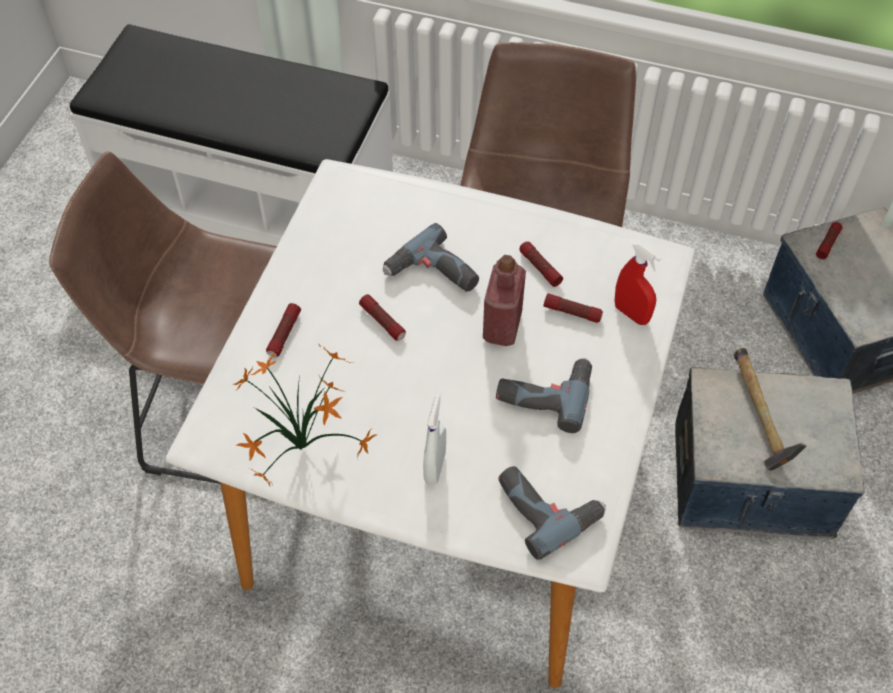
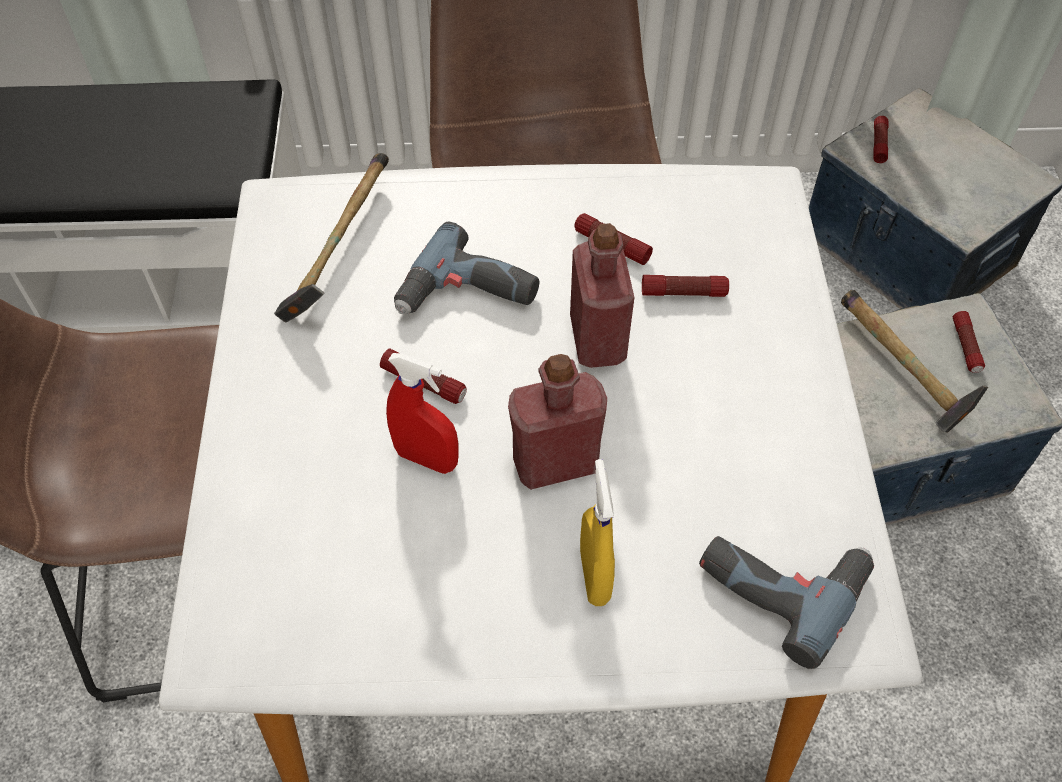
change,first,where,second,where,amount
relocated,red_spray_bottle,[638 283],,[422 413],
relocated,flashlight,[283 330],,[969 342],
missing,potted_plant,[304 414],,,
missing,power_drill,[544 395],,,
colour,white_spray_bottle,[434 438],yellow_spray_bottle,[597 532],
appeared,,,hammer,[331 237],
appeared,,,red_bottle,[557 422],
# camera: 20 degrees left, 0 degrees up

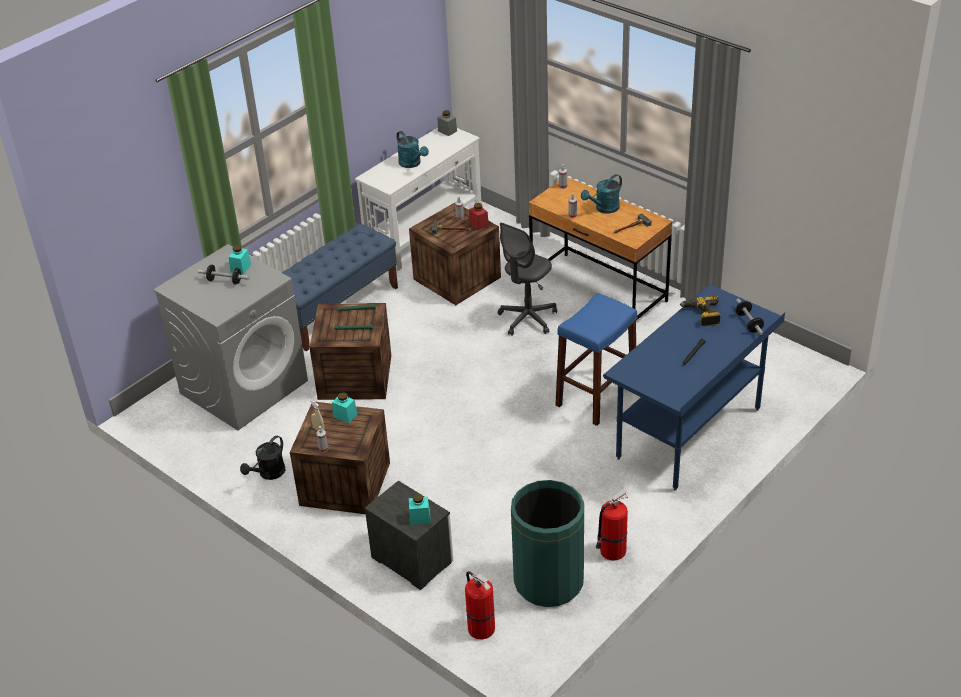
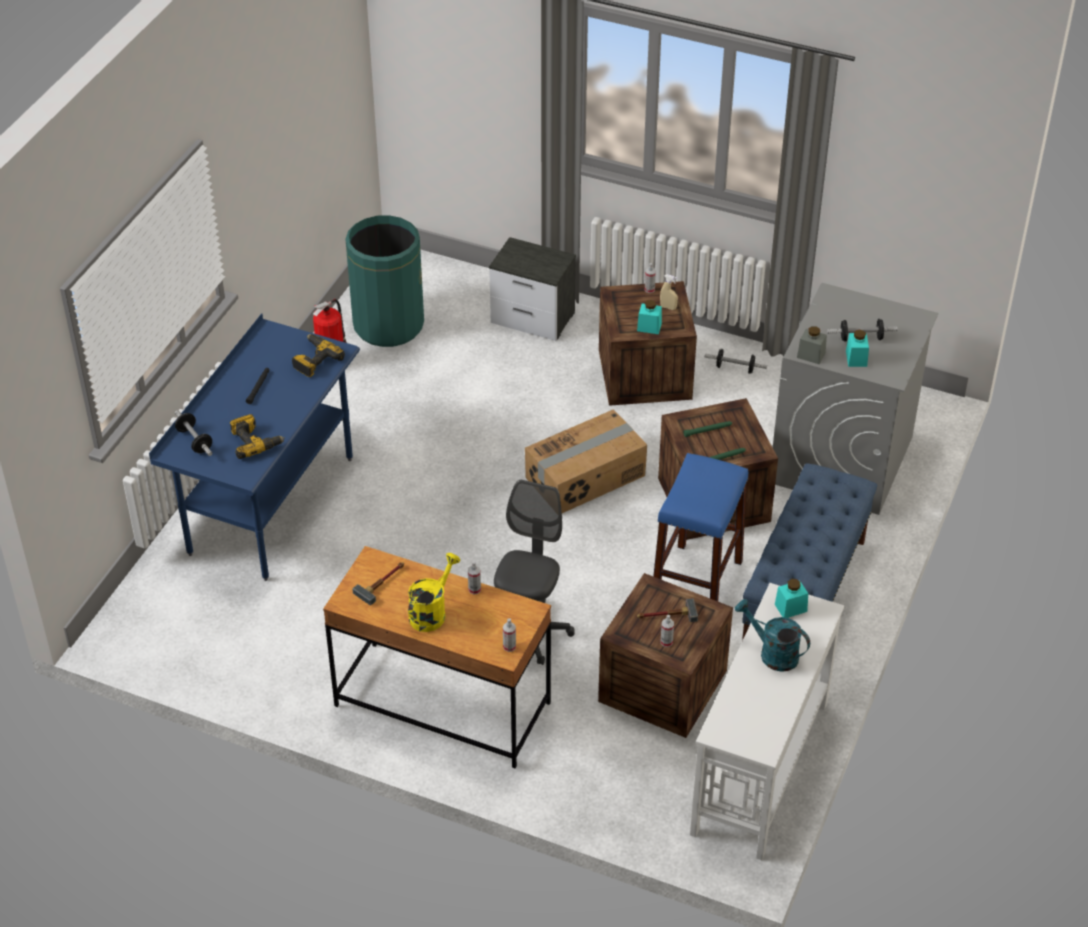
change,first,where,second,where,amount
relocated,grey_jar,[447 123],,[812 345],
colour,turquoise_watering_can,[601 193],yellow_watering_can,[434 592],
missing,red_jar,[479 216],,,
relocated,blue_stool,[596 359],,[700 527],
exchanged,black_watering_can,[262 458],dumbbell,[736 361],
relocated,turquoise_jar,[420 509],,[791 598],
missing,fire_extinguisher,[480 605],,,
appeared,,,power_drill,[318 355],
appeared,,,cardboard_box,[586 461],
# camera: 160 degrees right, 5 degrees up

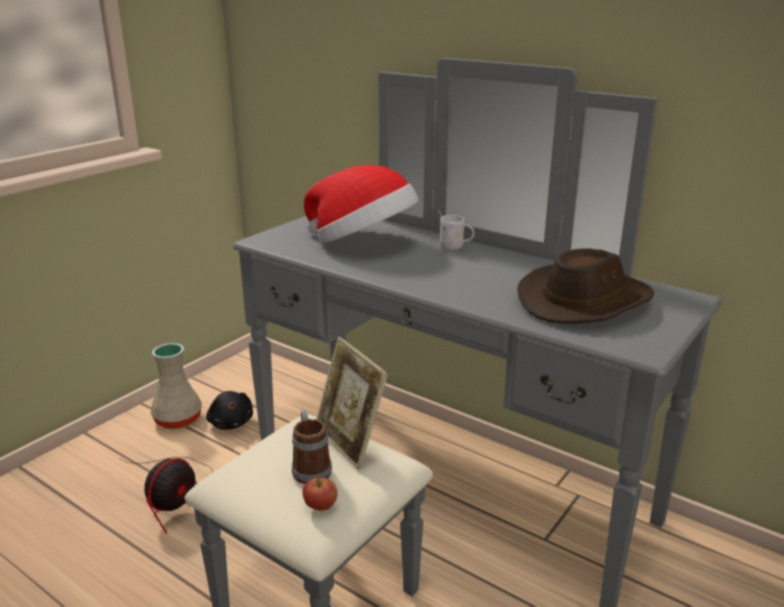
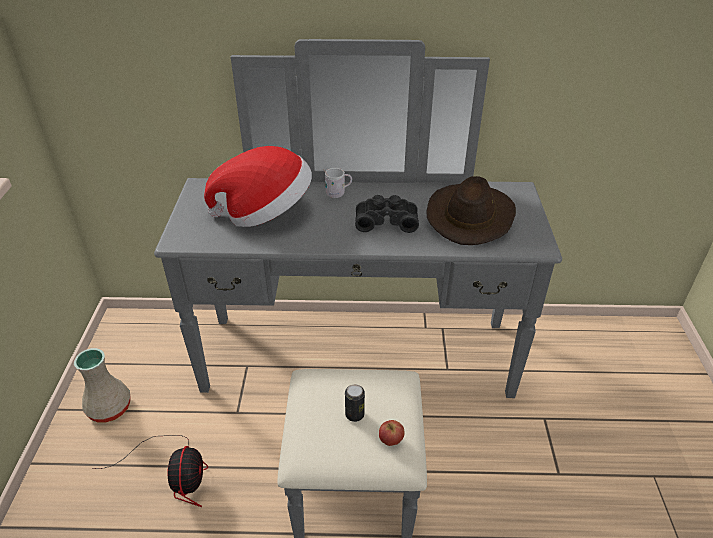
change,first,where,second,where,amount
missing,picture_frame,[352 403],,,
missing,black_plush_toy,[229 410],,,
exchanged,mug,[312 447],can,[355 403],
appeared,,,black_binoculars,[387 214],
# camera: 35 degrees left, 15 degrees up

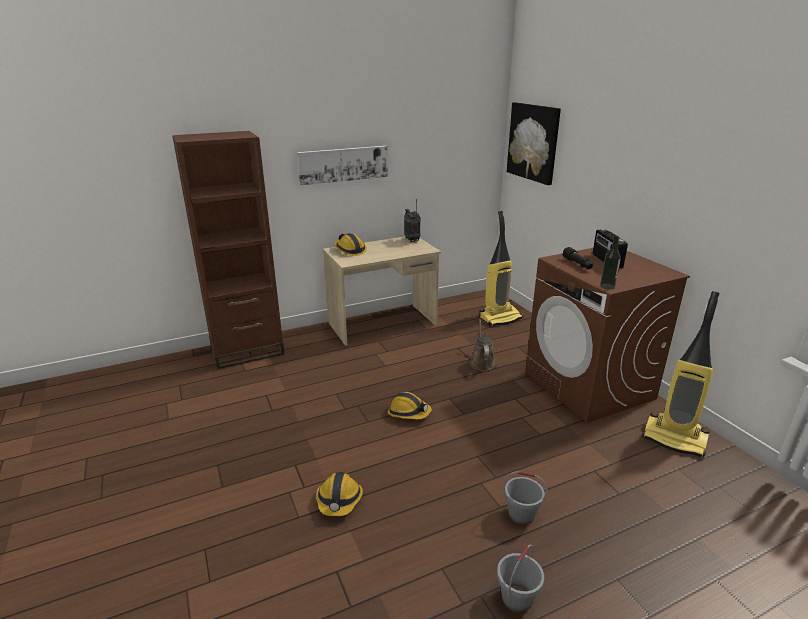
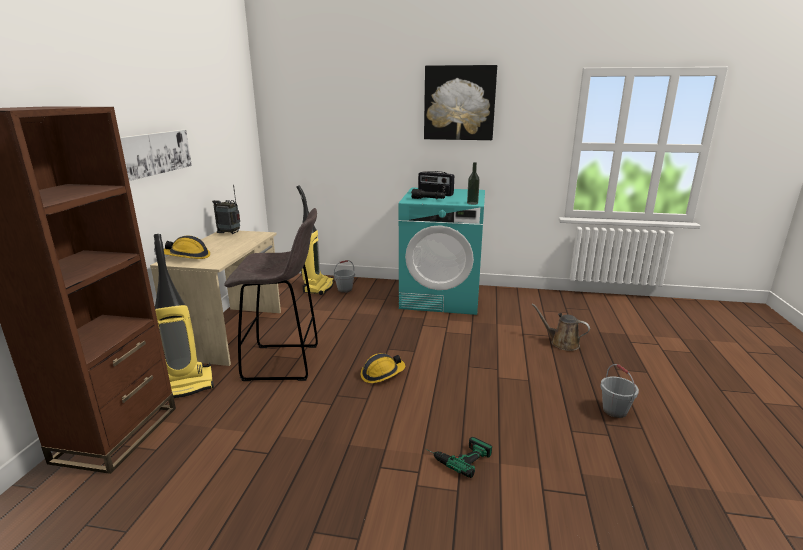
change,first,where,second,where,amount
relocated,picture,[534 143],,[460 102],
colour,brown_washing_machine,[607 335],turquoise_washing_machine,[442 251],
relocated,vacuum_cleaner,[680 374],,[184 316],
relocated,brown_watering_can,[482 344],,[560 327],
relocated,grey_bucket,[525 498],,[344 276],
exchanged,hard_hat,[339 494],power_drill,[459 457],
appeared,,,grey_stool,[271 294],
# camera: 55 degrees left, 5 degrees down

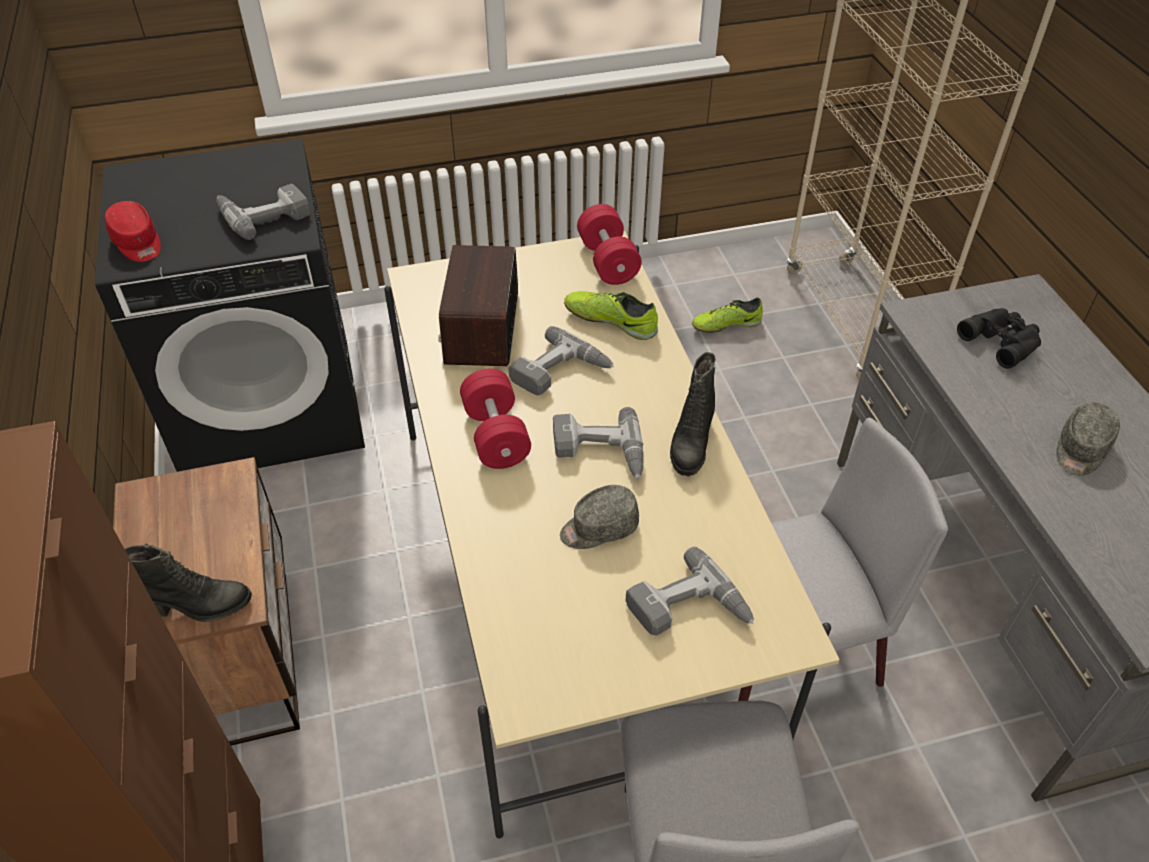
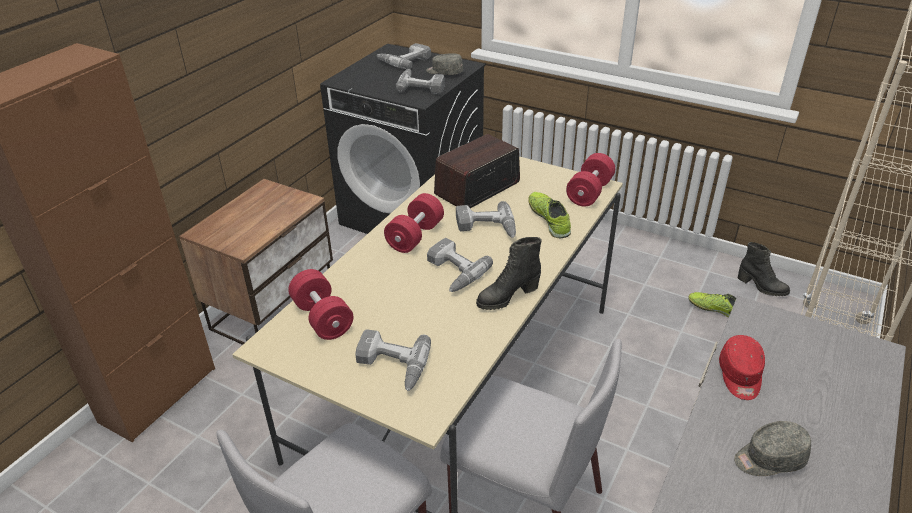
change,first,where,second,where,amount
relocated,red_cap,[133 231],,[742 367],
missing,black_binoculars,[999 338],,,
relocated,grey_cap,[599 517],,[444 64],
relocated,black_boot,[188 583],,[764 269],
appeared,,,power_drill,[403 56],
appeared,,,red_dumbbell,[320 304],
# camera: 45 degrees right, 10 degrees down

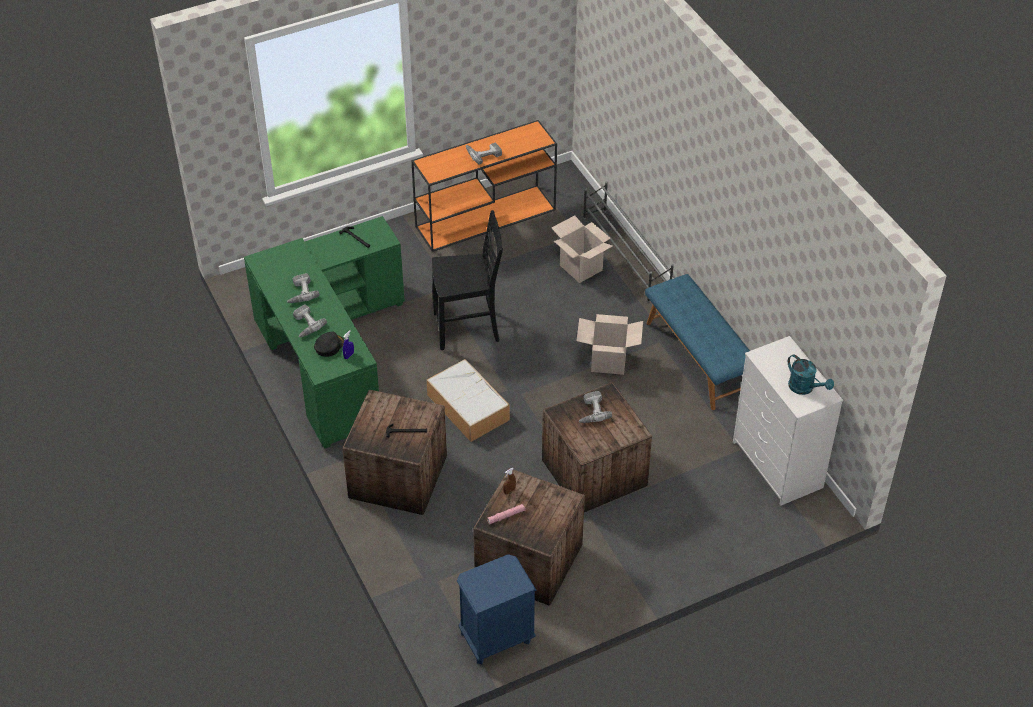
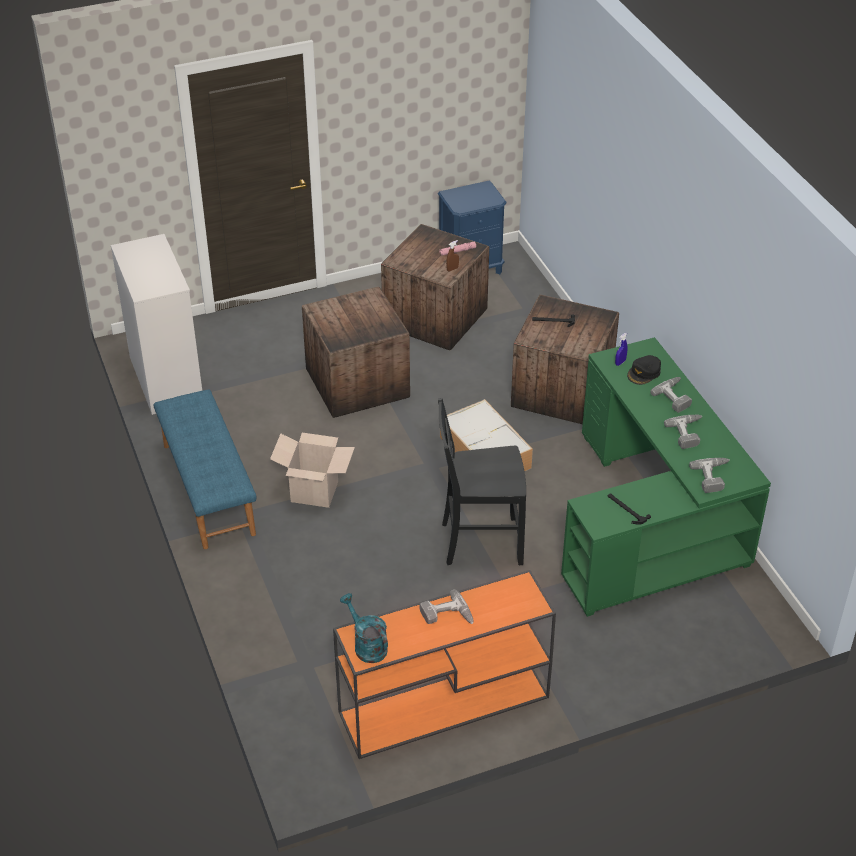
change,first,where,second,where,amount
missing,grey_shoe_rack,[628 242],,,
missing,cardboard_box,[582 249],,,
relocated,turquoise_watering_can,[811 374],,[364 628],
relocated,power_drill,[595 407],,[709 475],
# camera: 175 degrees left, 5 degrees down

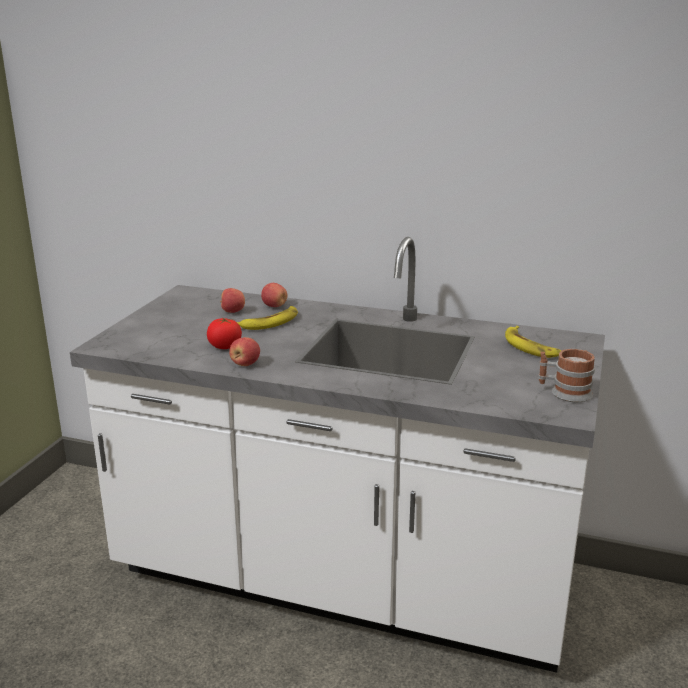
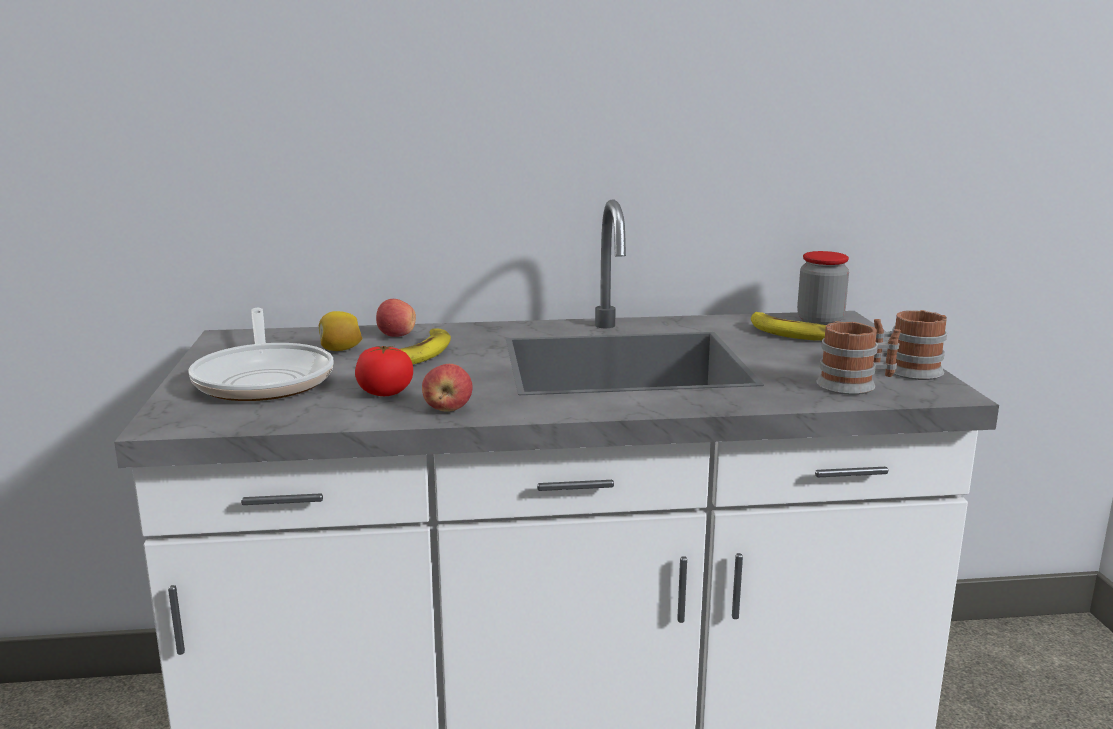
change,first,where,second,where,amount
exchanged,apple,[232 300],lemon,[340 331],
appeared,,,jar,[823 288],
appeared,,,frying_pan,[260 354],
appeared,,,mug,[859 358],
# camera: 25 degrees left, 5 degrees down

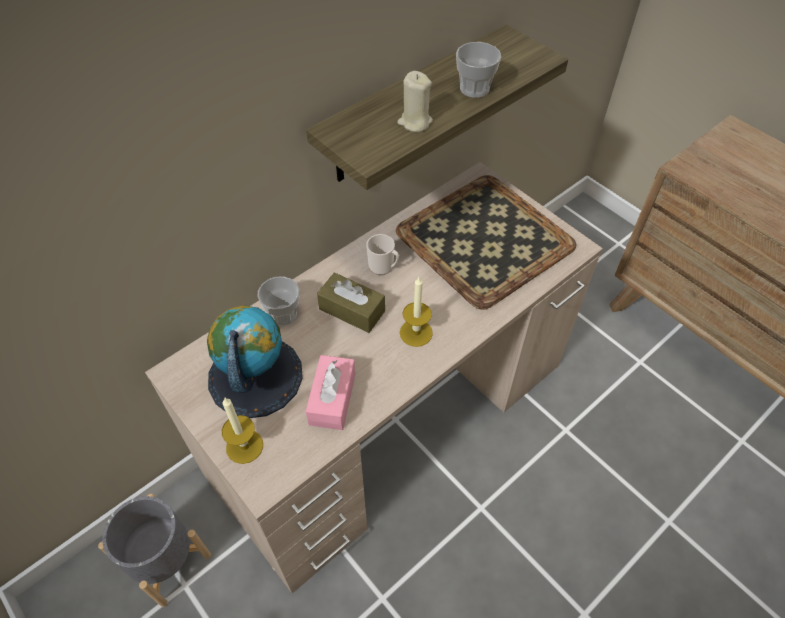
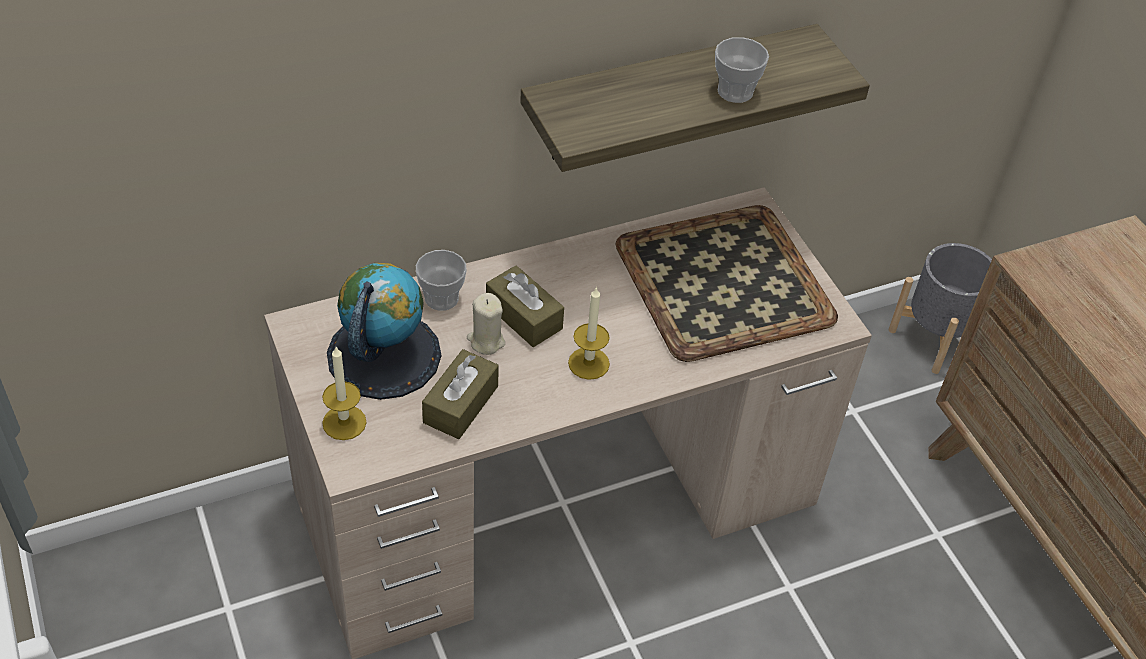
change,first,where,second,where,amount
relocated,beige_candle,[415 101],,[486 324],
missing,mug,[382 254],,,
colour,pink_tissue_box,[331 392],brown_tissue_box,[460 394],
relocated,grey_planter,[154 550],,[940 308],
# camera: 15 degrees right, 5 degrees down

